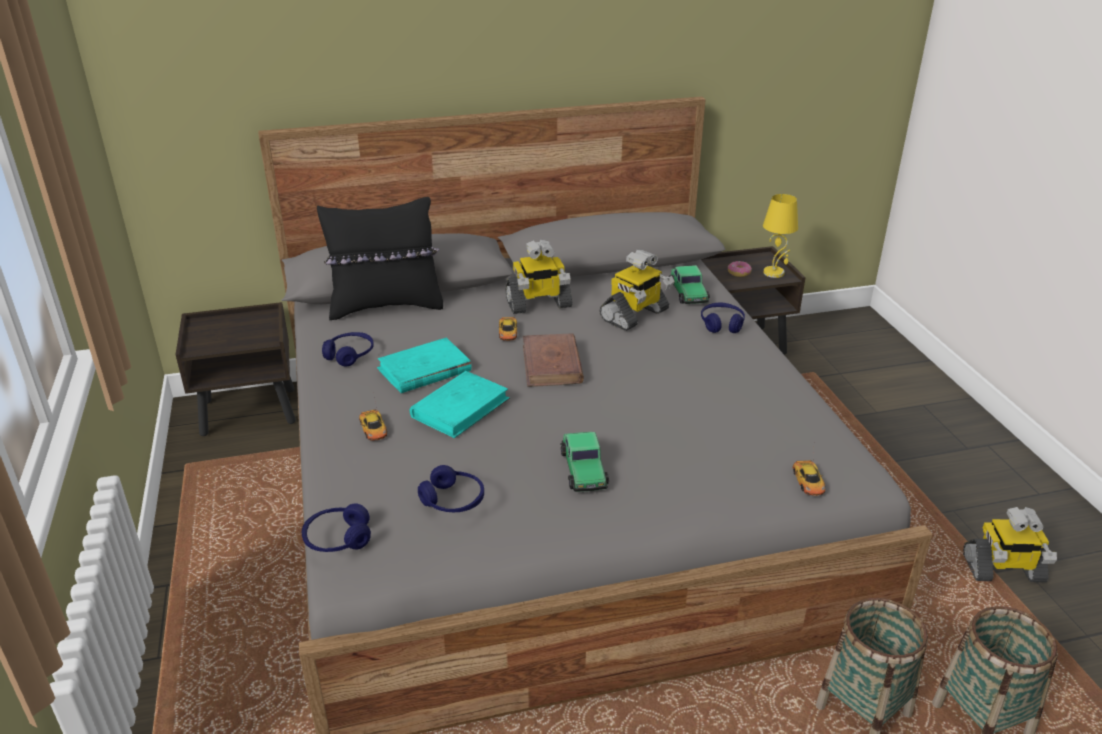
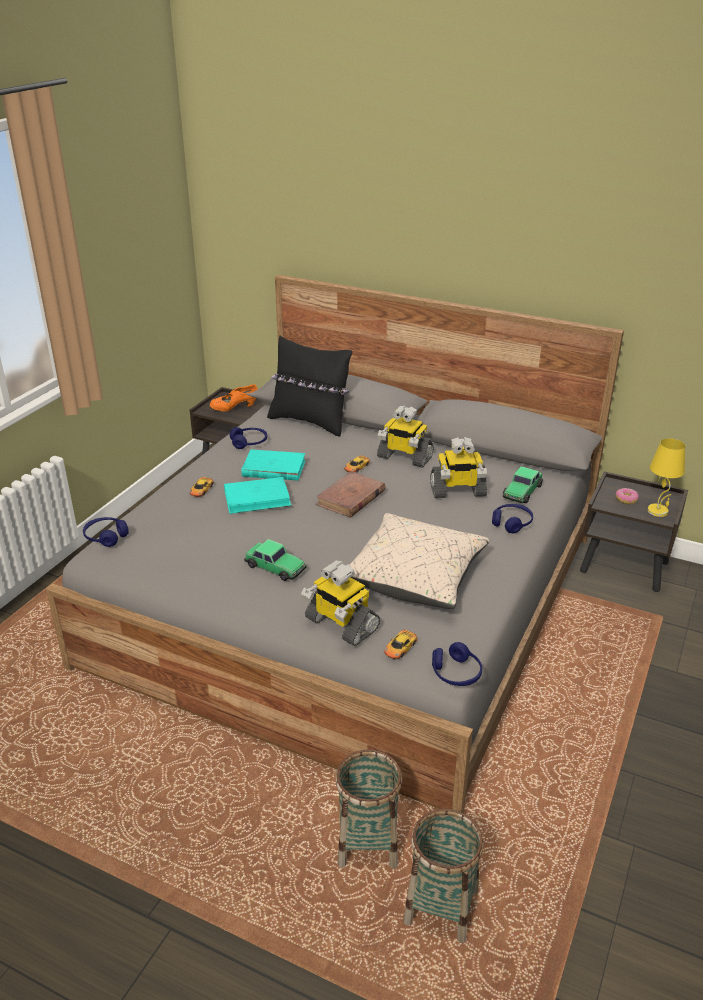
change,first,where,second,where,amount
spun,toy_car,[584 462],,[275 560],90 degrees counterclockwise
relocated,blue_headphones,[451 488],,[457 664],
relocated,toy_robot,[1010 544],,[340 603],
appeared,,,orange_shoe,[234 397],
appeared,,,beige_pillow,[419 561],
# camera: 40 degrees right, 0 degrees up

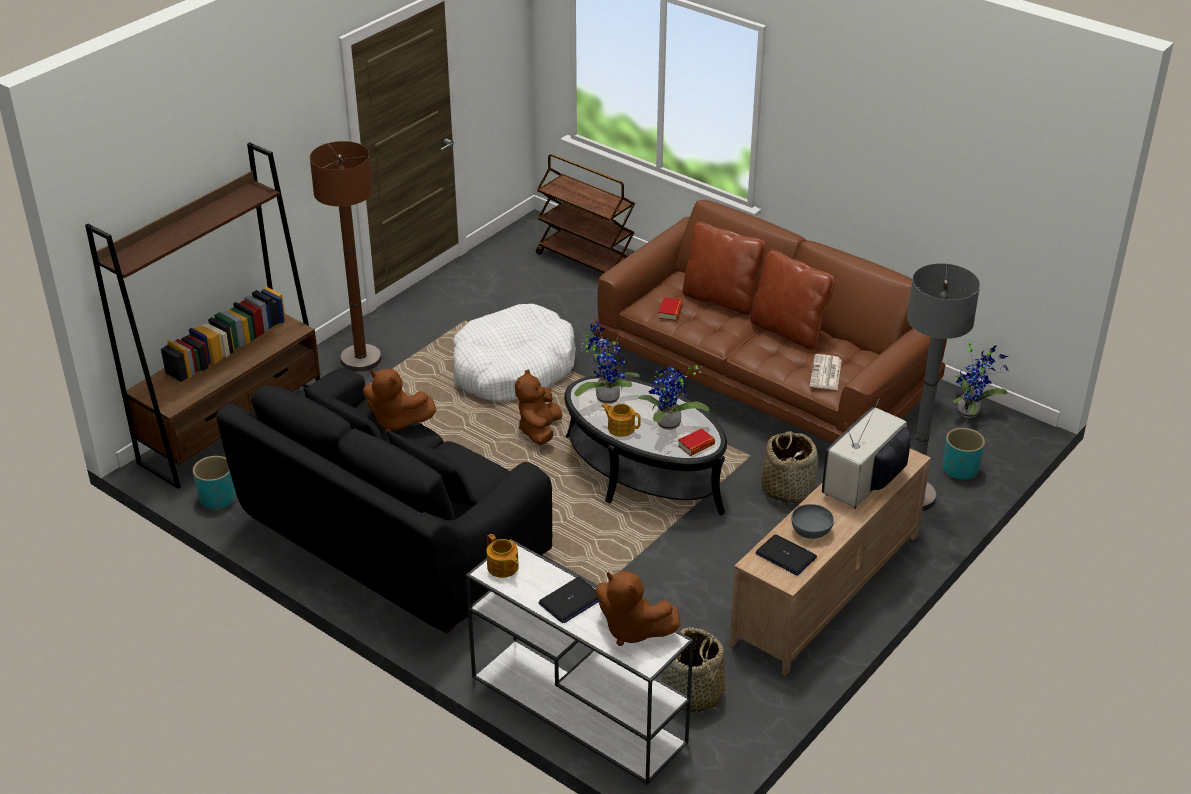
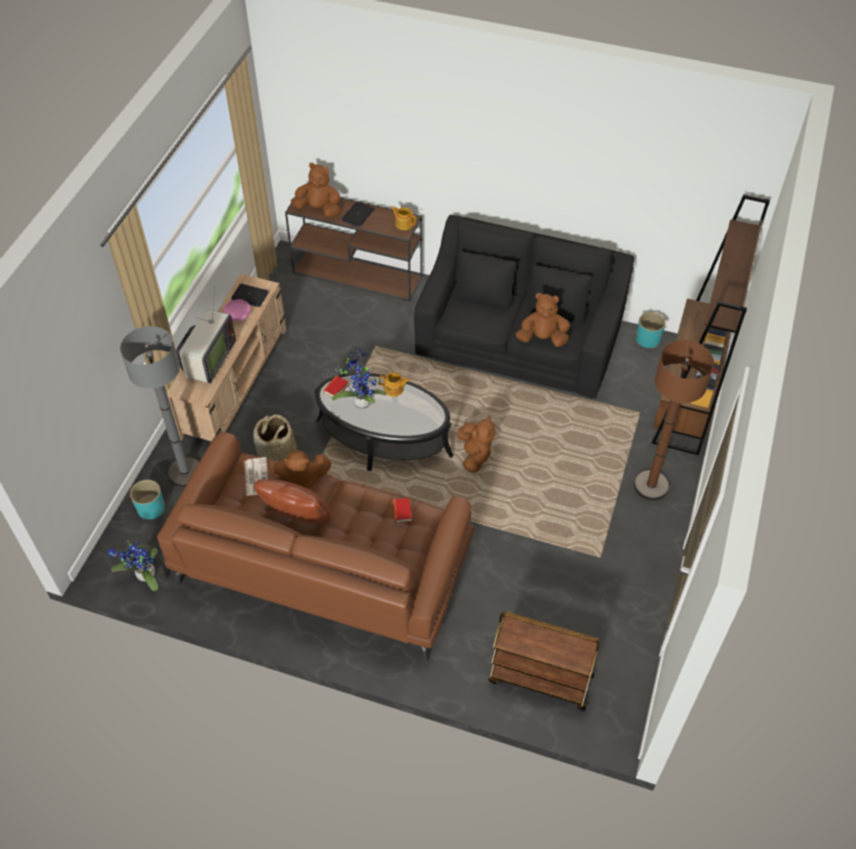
change,first,where,second,where,amount
missing,brown_pillow,[724 268],,,
missing,white_dog_bed,[514 353],,,
missing,potted_plant,[607 362],,,
colour,grey_bowl,[812 521],pink_bowl,[236 310],
colour,white_console_table,[579 662],brown_console_table,[353 248],
missing,basket,[693 669],,,
appeared,,,brown_plush_toy,[301 469],
# camera: 160 degrees right, 15 degrees up

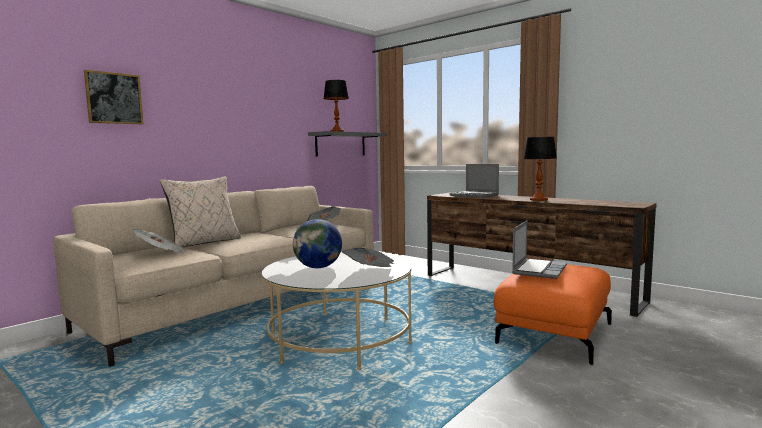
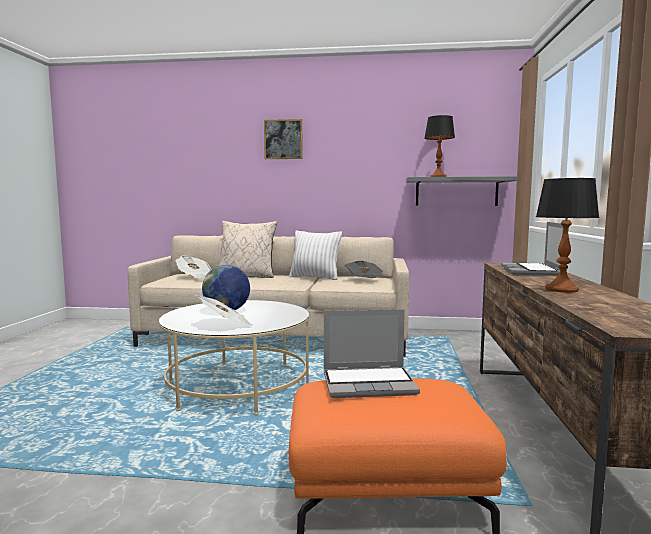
change,first,where,second,where,amount
relocated,picture,[114 97],,[283 139],
appeared,,,white_pillow,[315 255],
# camera: 55 degrees right, 0 degrees up

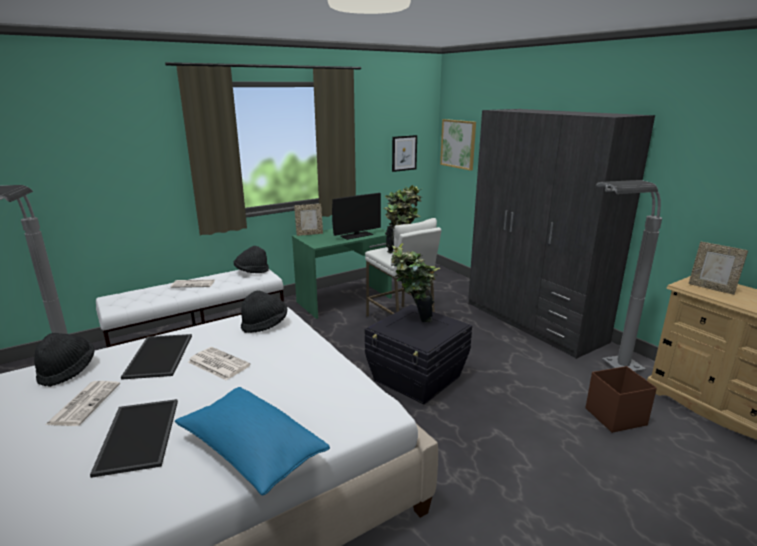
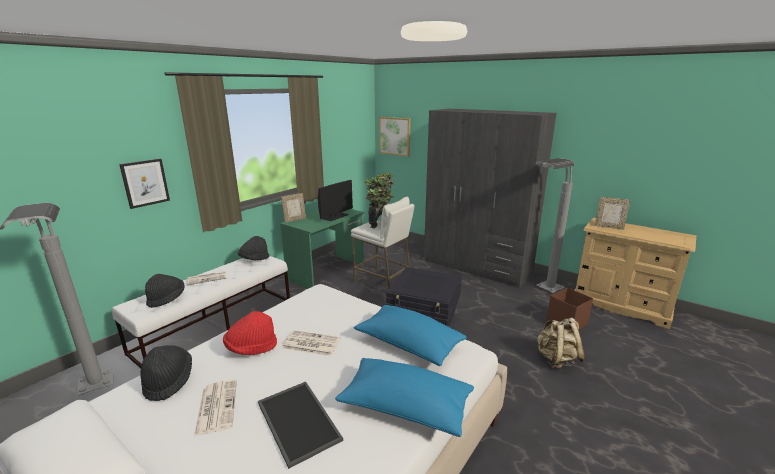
change,first,where,second,where,amount
relocated,picture,[404 153],,[144 184],
missing,potted_plant,[416 282],,,
relocated,black_hat,[264 312],,[165 291],
exchanged,tray,[156 357],red_hat,[250 333],
appeared,,,blue_pillow,[410 335],
appeared,,,beige_backpack,[561 343],
# camera: 20 degrees left, 0 degrees up

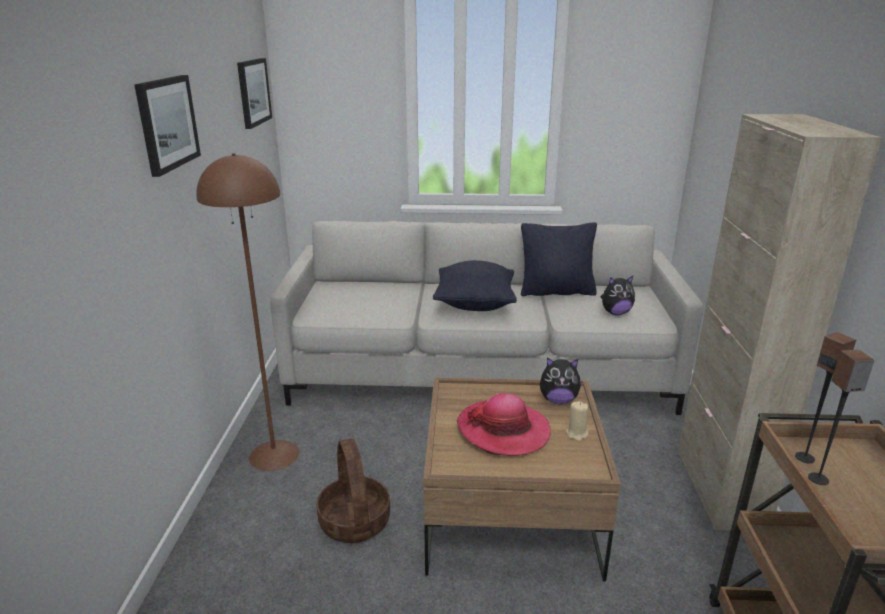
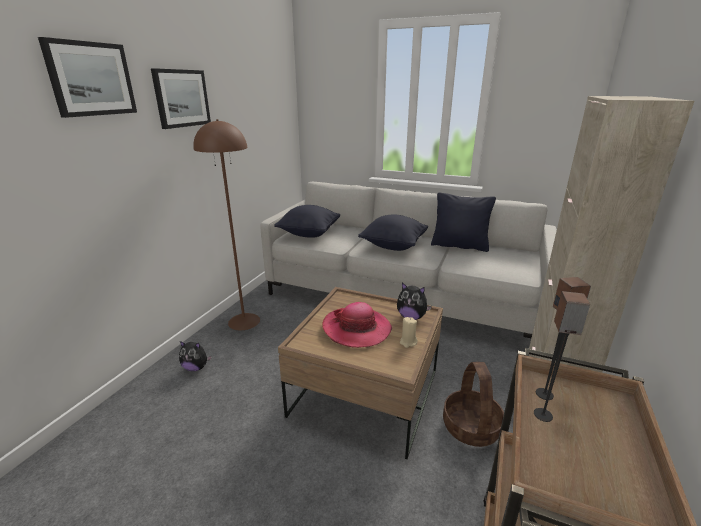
change,first,where,second,where,amount
relocated,picture,[254 93],,[87 77],
relocated,plush_toy,[618 295],,[195 356],
relocated,basket,[353 490],,[473 404],
appeared,,,black_pillow,[307 221],
# camera: 20 degrees right, 0 degrees up

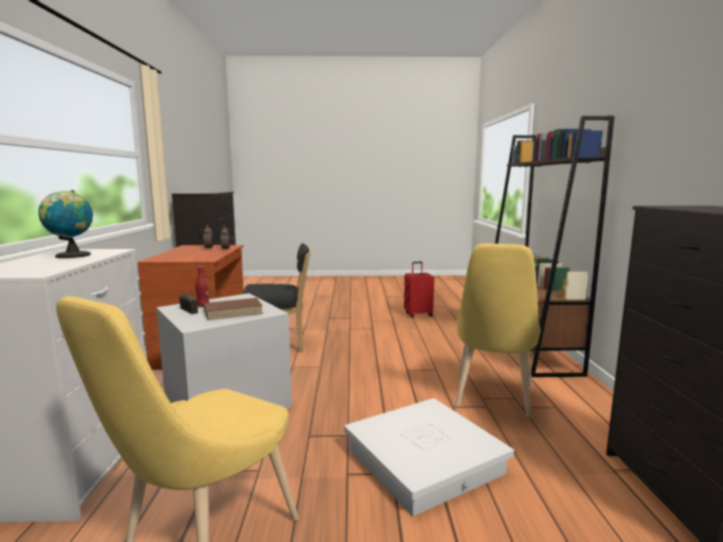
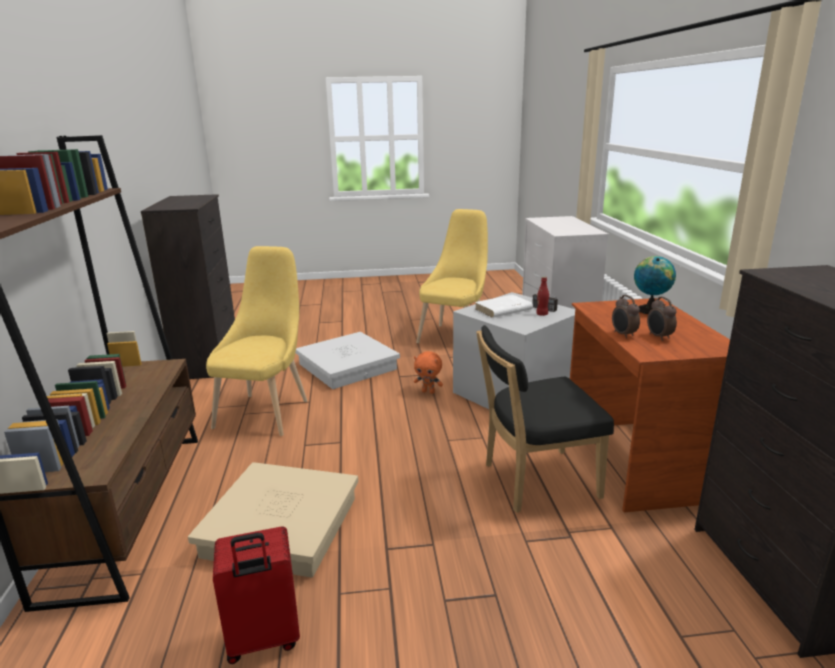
change,first,where,second,where,amount
relocated,globe,[65 224],,[655 285],
colour,brown_book,[233 309],white_book,[504 306],
appeared,,,orange_plush_toy,[428 372],
appeared,,,beige_storage_box,[273 519],
# camera: 175 degrees right, 10 degrees up

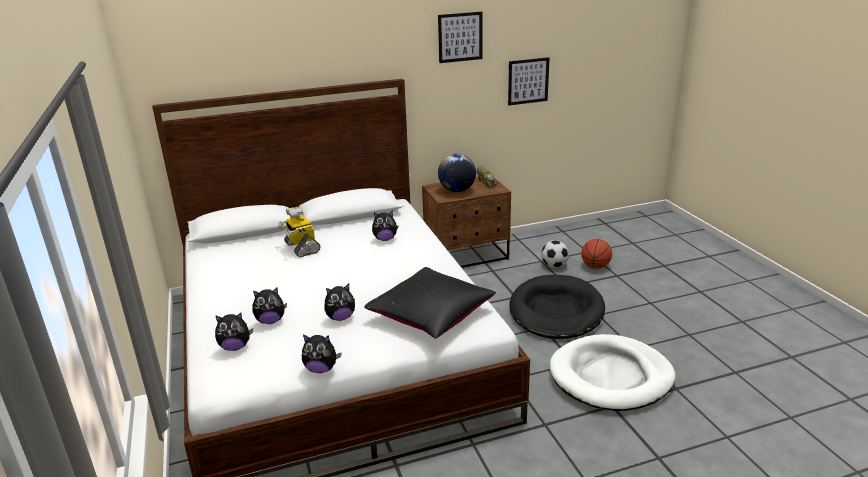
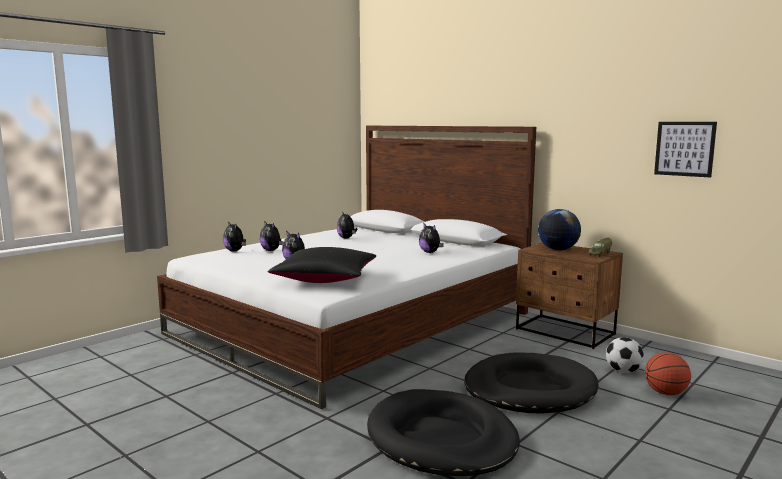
change,first,where,second,where,amount
missing,picture,[460 37],,,
missing,toy_robot,[299 232],,,
colour,white_dog_bed,[612 372],black_dog_bed,[443 432],
relocated,plush_toy,[322 354],,[347 225],
# camera: 60 degrees right, 15 degrees down

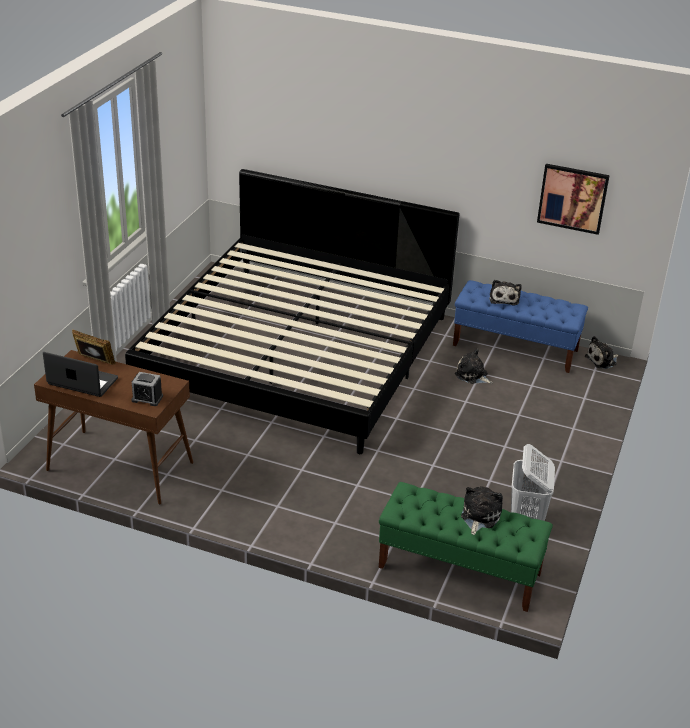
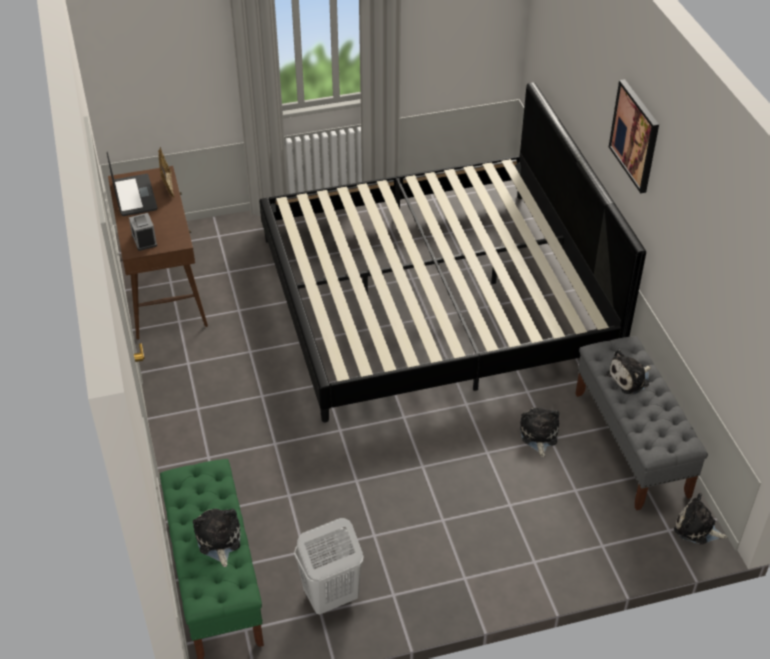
change,first,where,second,where,amount
relocated,picture,[573 199],,[634 136],
colour,blue_bench,[520 326],grey_bench,[641 423],
spun,plush_toy,[482 510],,[217 538],90 degrees counterclockwise
# camera: 55 degrees right, 10 degrees up

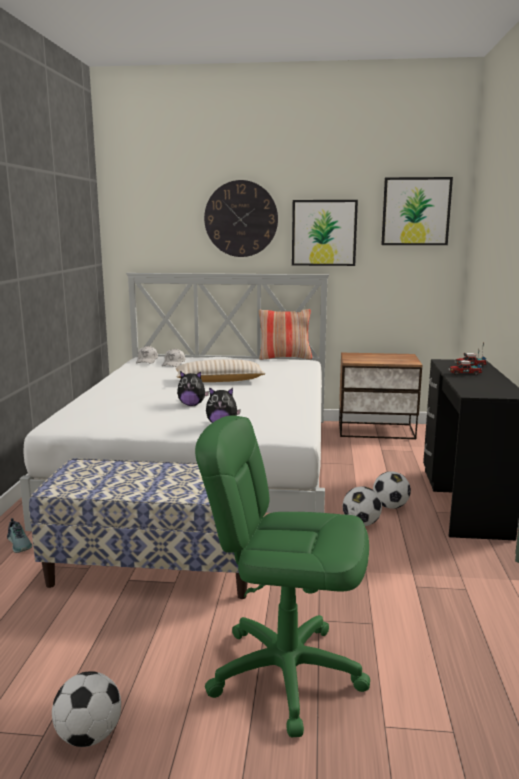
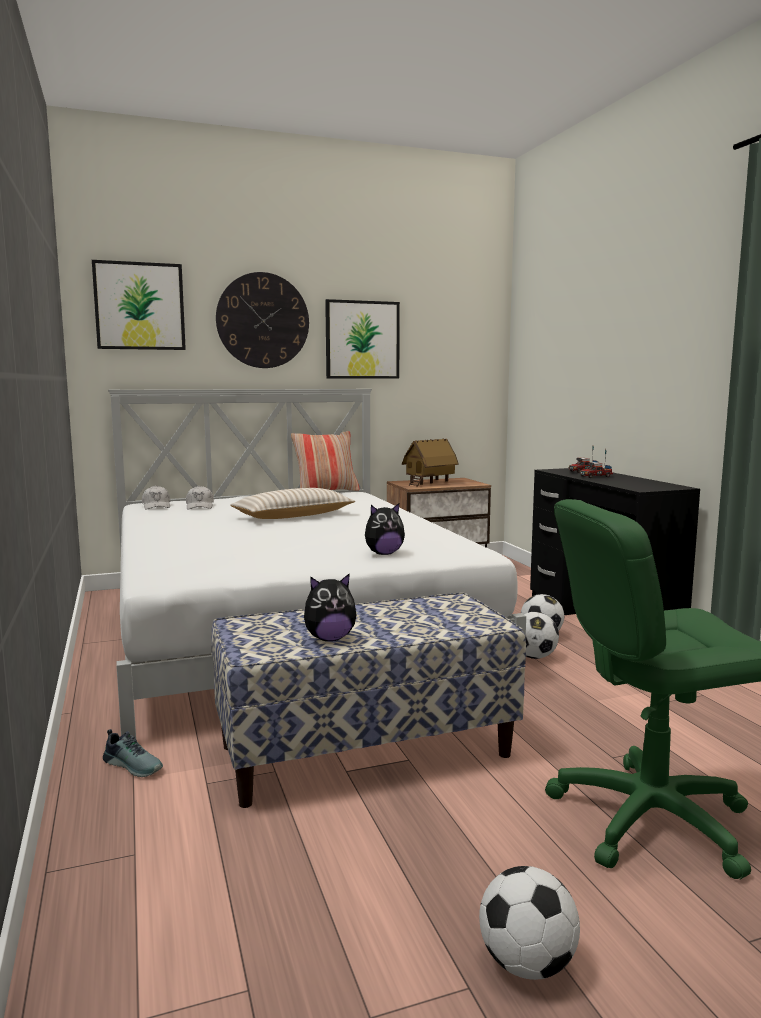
change,first,where,second,where,amount
relocated,picture,[417 211],,[139 305],
relocated,plush_toy,[193 388],,[330 607],
appeared,,,toy_house,[430 463],
# camera: 25 degrees left, 5 degrees down

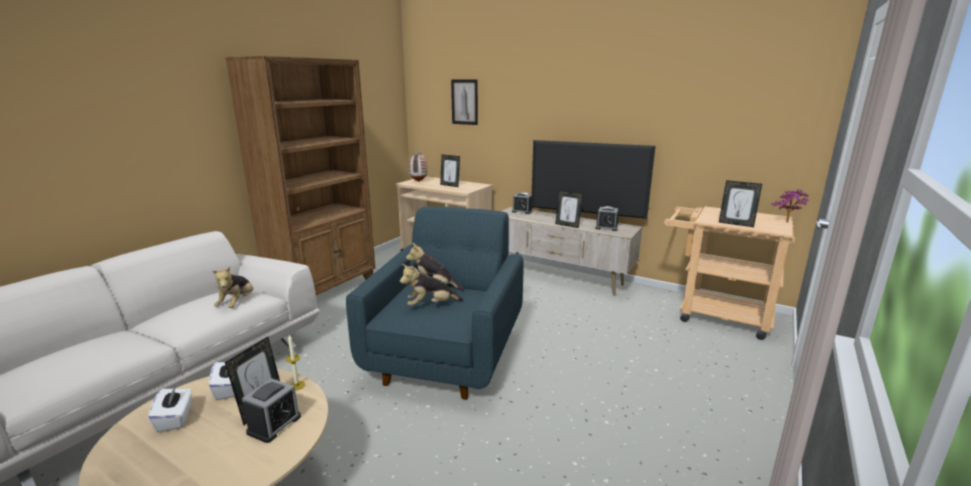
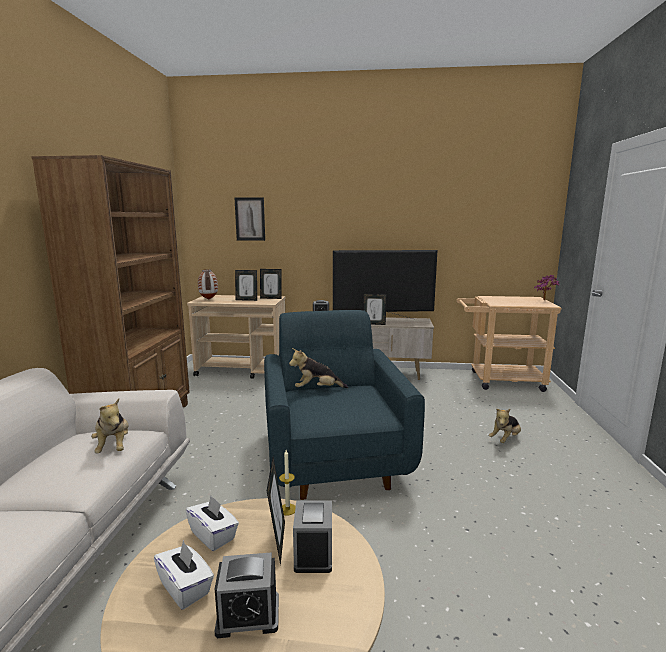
change,first,where,second,where,amount
relocated,picture_frame,[740 203],,[271 284],
relocated,alarm_clock,[607 218],,[247 595],
relocated,plush_toy,[431 285],,[505 426],
# camera: 25 degrees left, 5 degrees down

